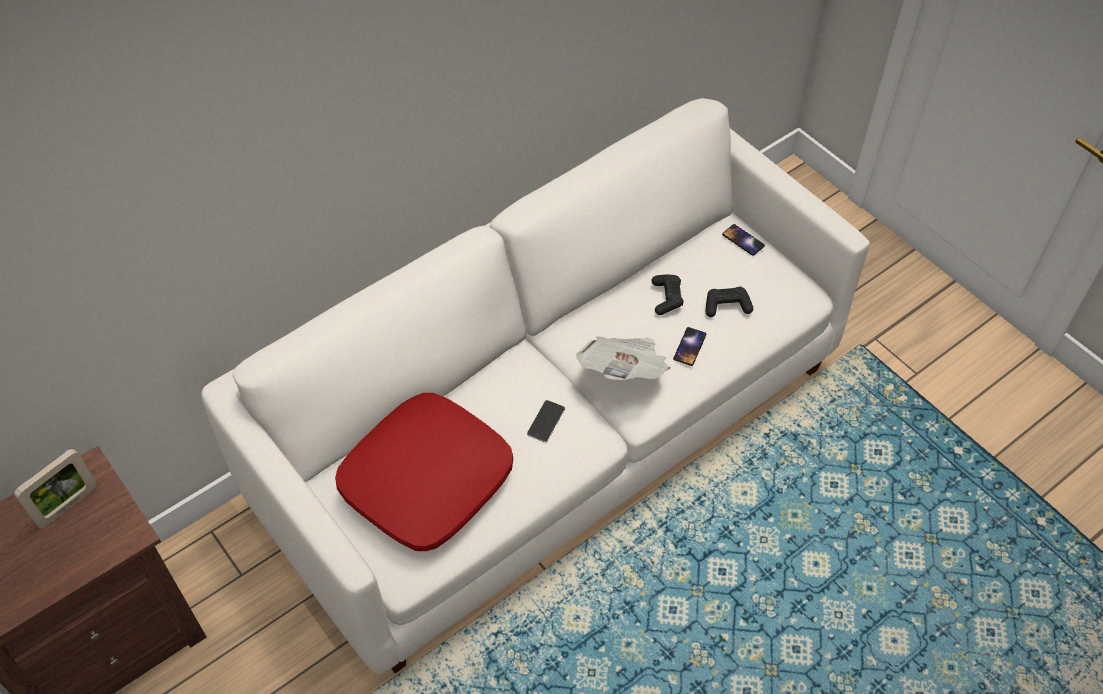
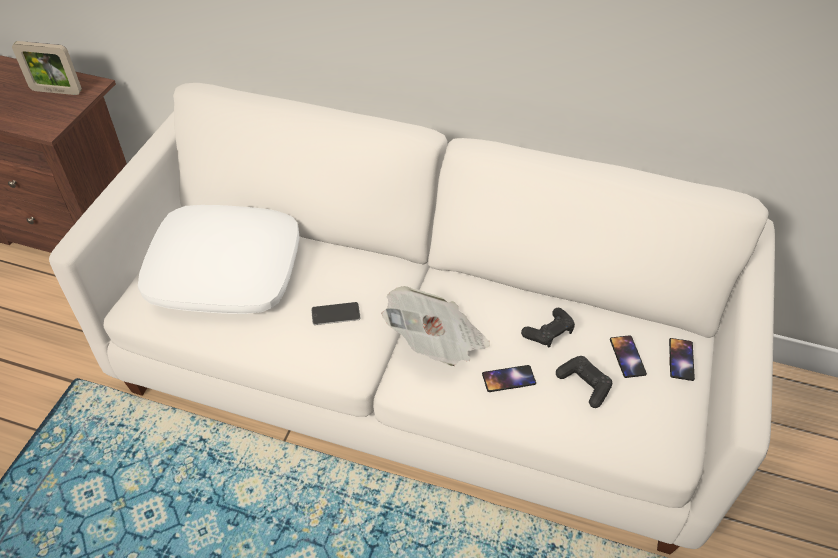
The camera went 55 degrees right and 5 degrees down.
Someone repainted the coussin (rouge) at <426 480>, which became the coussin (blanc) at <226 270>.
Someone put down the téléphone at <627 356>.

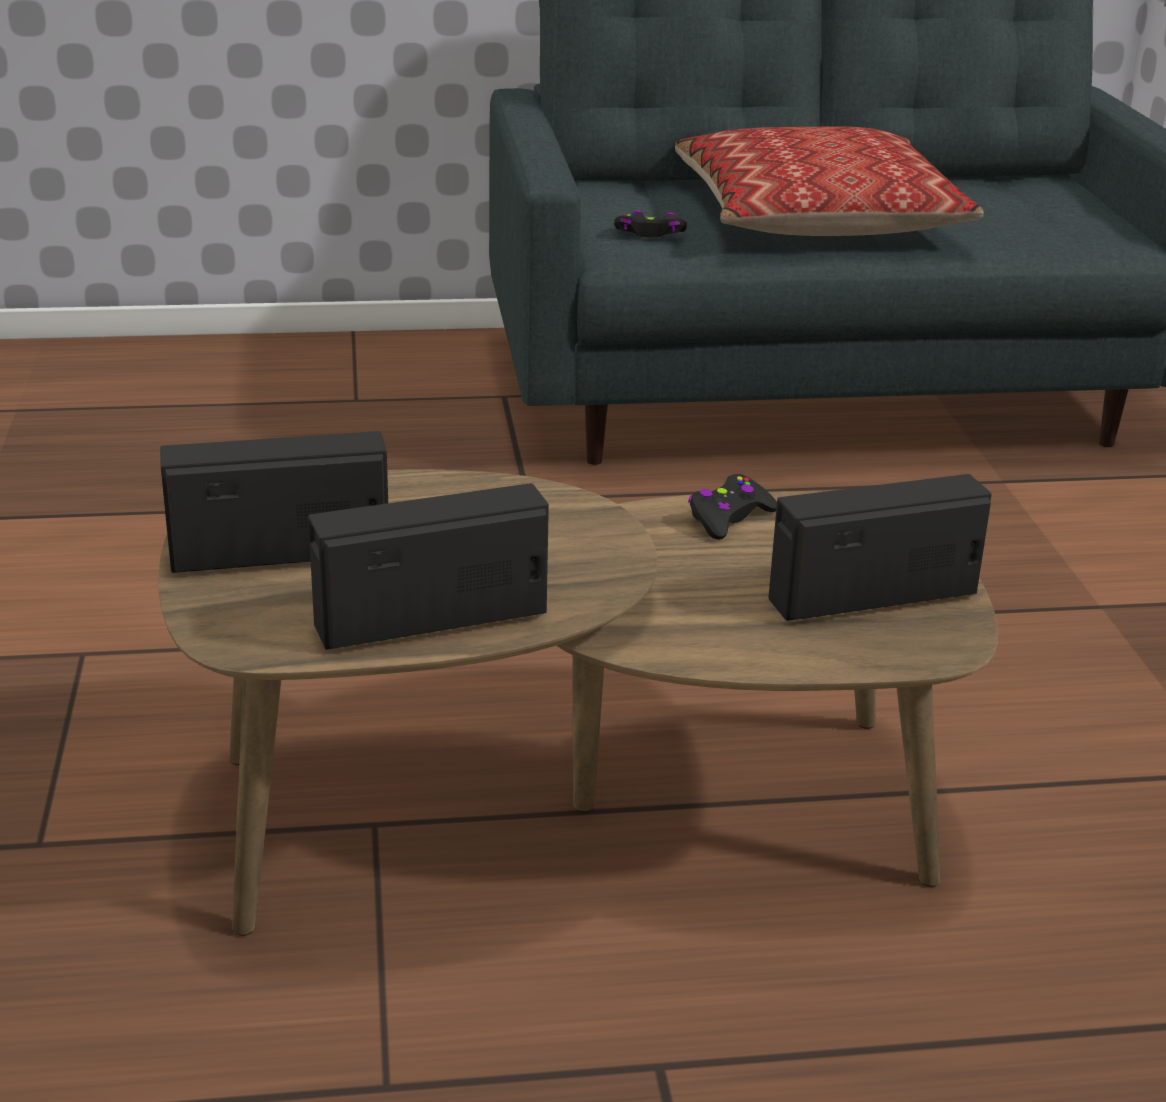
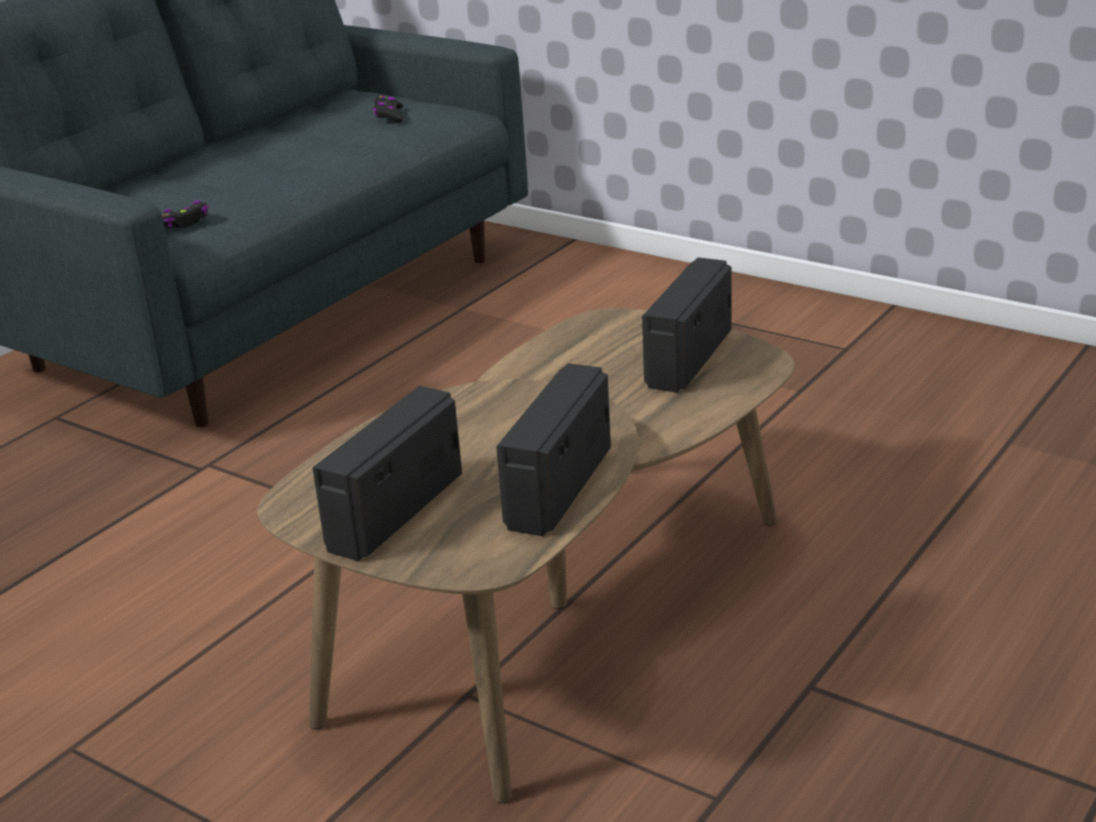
The camera went 45 degrees left and 0 degrees up.
Someone took away the coussin at <817 216>.
Someone carried the manette (noir) from <729 518> to <389 116>.

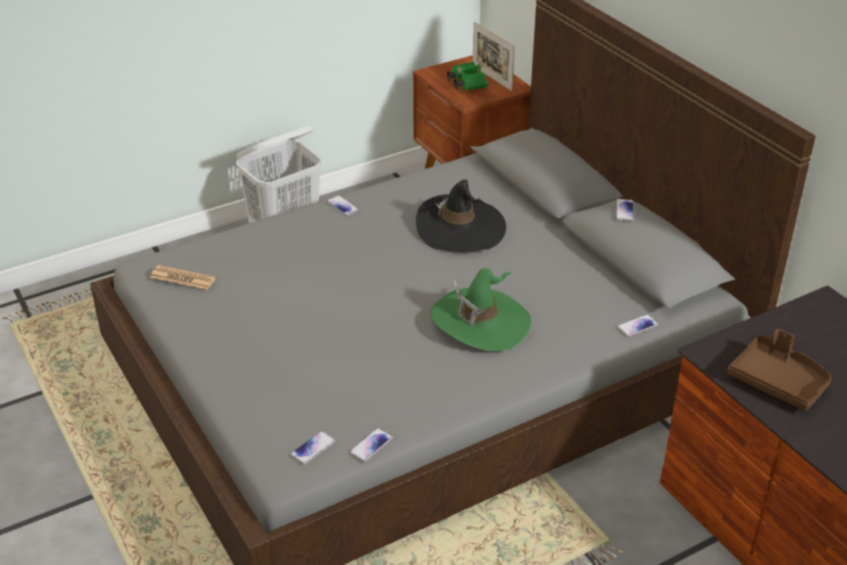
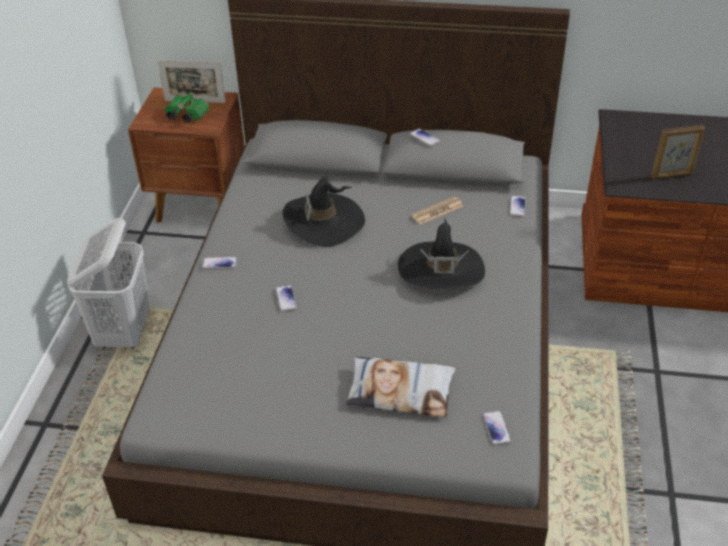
The camera went 50 degrees left and 5 degrees up.
Someone carried the journal from <183 278> to <437 211>.
Someone carried the téléphone from <371 445> to <286 298>.
Someone repainted the chapeau (vert) at <480 322>, which became the chapeau (noir) at <441 270>.
Someone swapped the plateau (marron) at <778 381> for the cadre photo at <672 175>.
Someone put down the coussin at <400 391>.

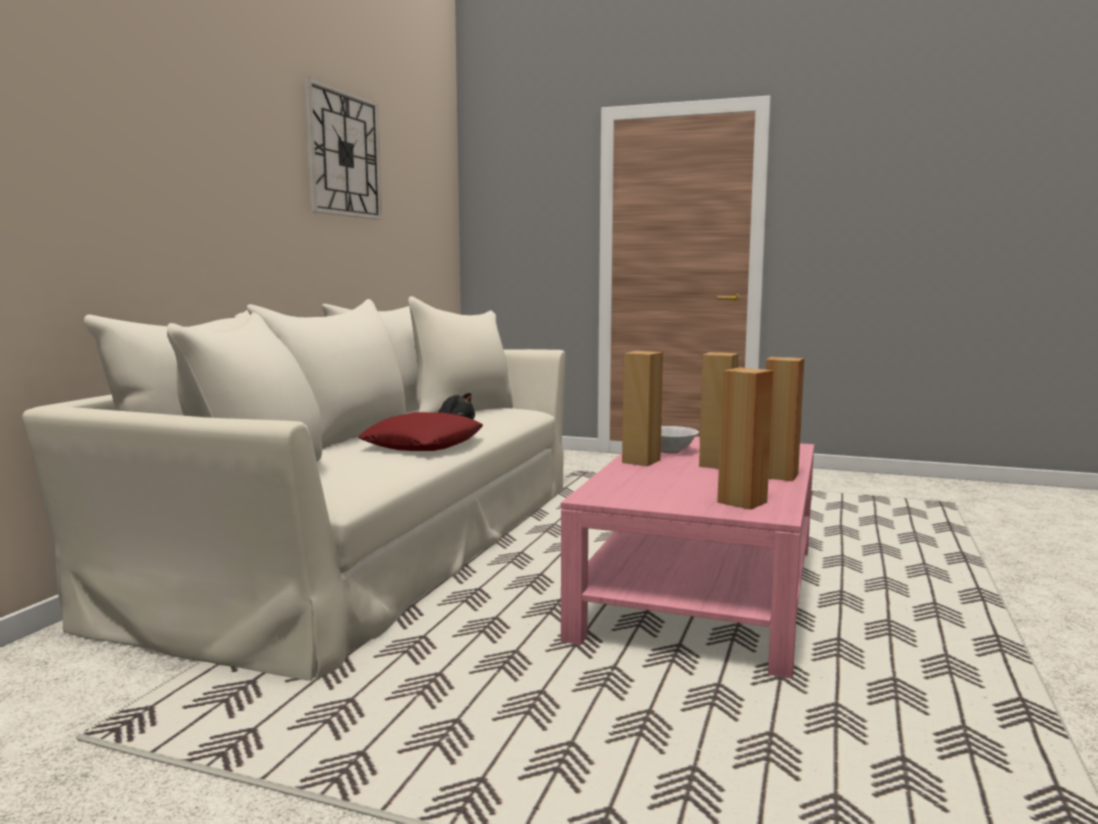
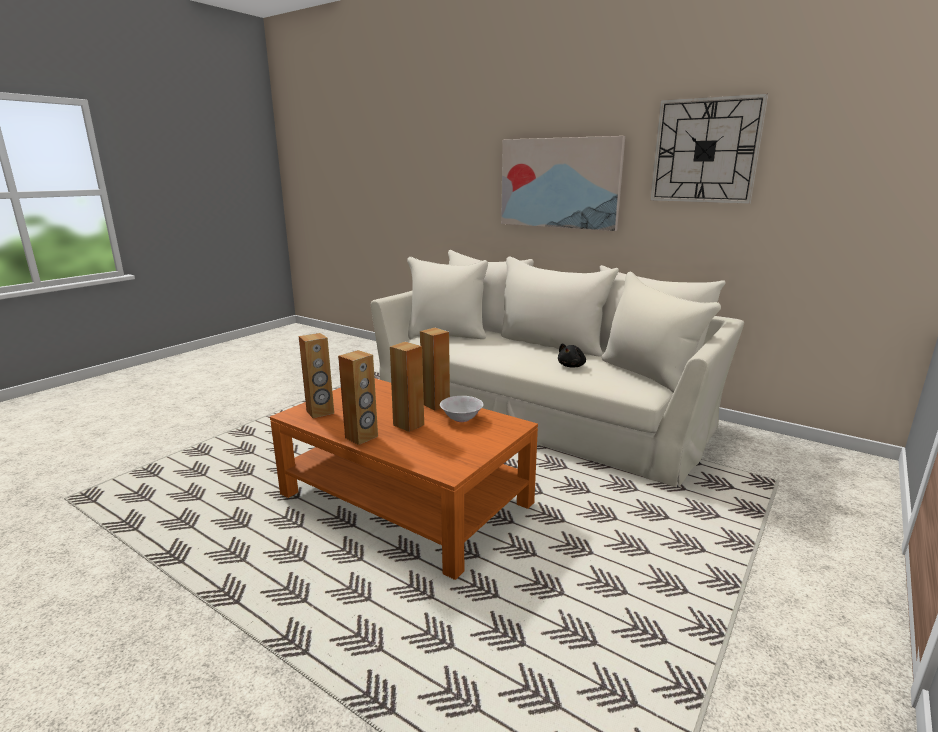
The camera went 105 degrees right and 10 degrees up.
Someone took away the coussin (rouge) at <423 444>.
Someone repainted the table basse (rose) at <701 590>, which became the table basse (orange) at <406 499>.
Someone put up the tableau at <559 183>.

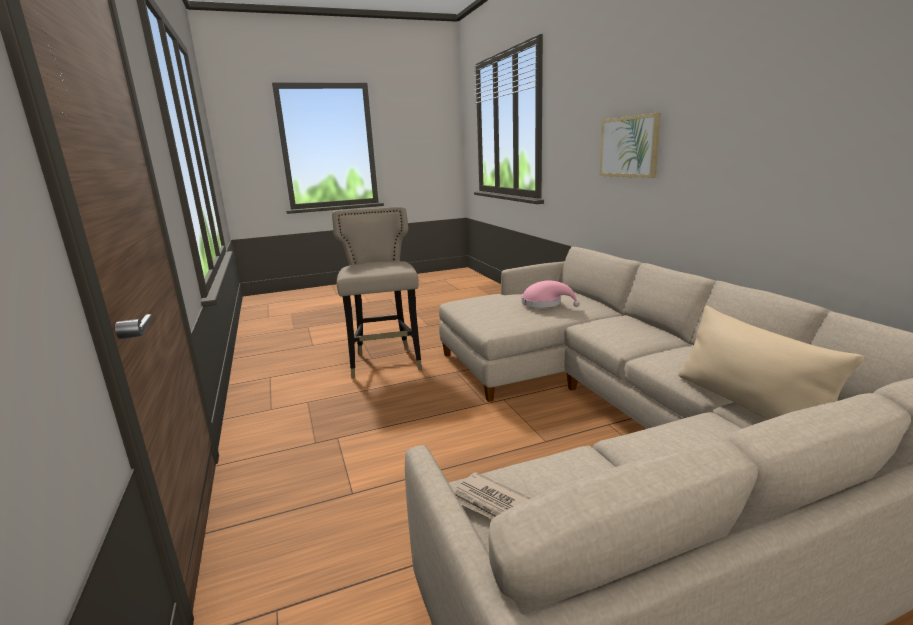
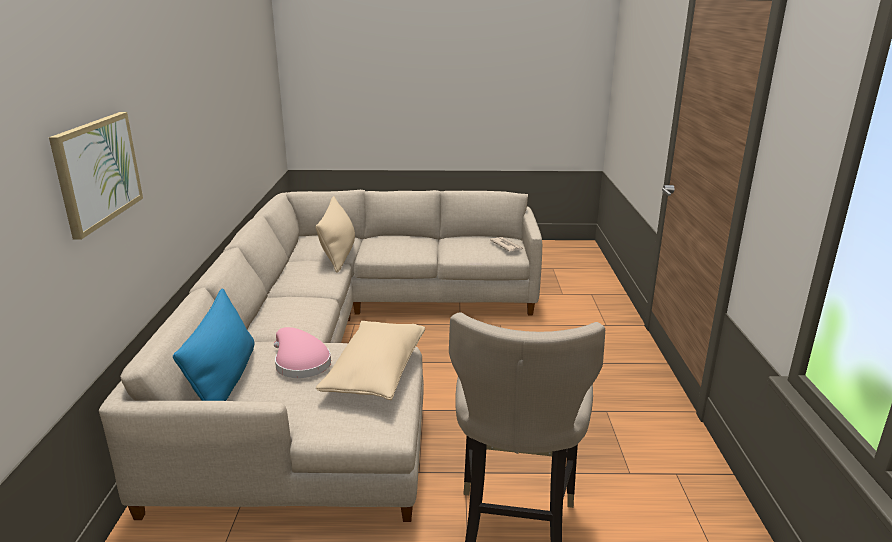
The camera went 160 degrees left and 5 degrees up.
Someone put down the coussin (bleu) at <225 380>.
Someone put down the coussin (beige) at <375 373>.

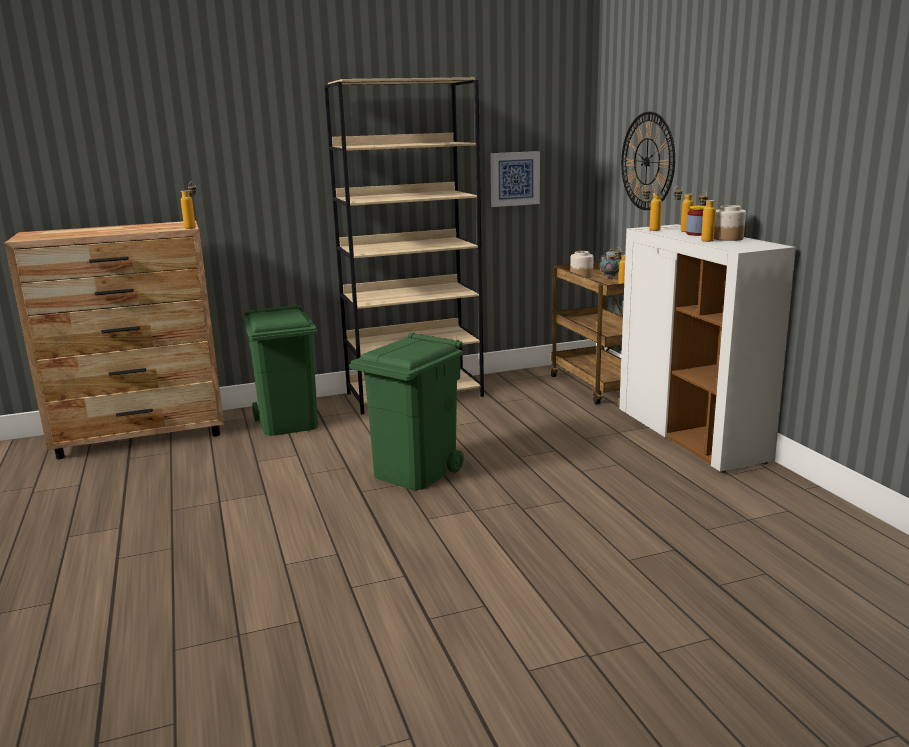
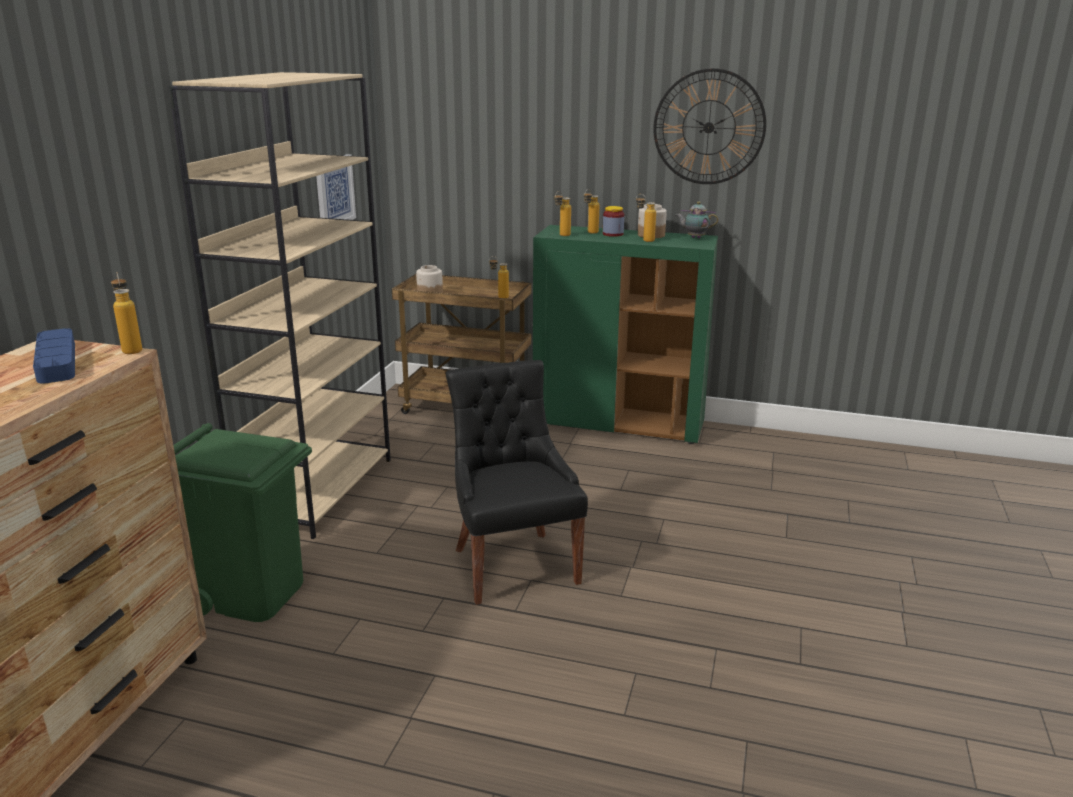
The camera went 55 degrees left and 5 degrees up.
Someone swapped the poubelle (vert) at <414 472> for the chaise (noir) at <513 564>.
Someone carried the théière from <609 278> to <694 237>.
Someone repainted the meuble de rangement (blanc) at <691 436>, which became the meuble de rangement (vert) at <619 424>.
Someone carried the horloge murale from <647 161> to <708 127>.
Someone put down the plateau (bleu) at <56 361>.

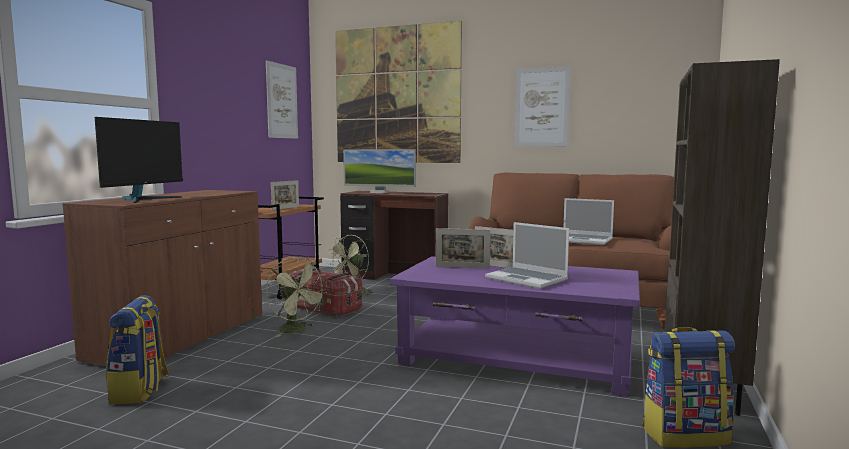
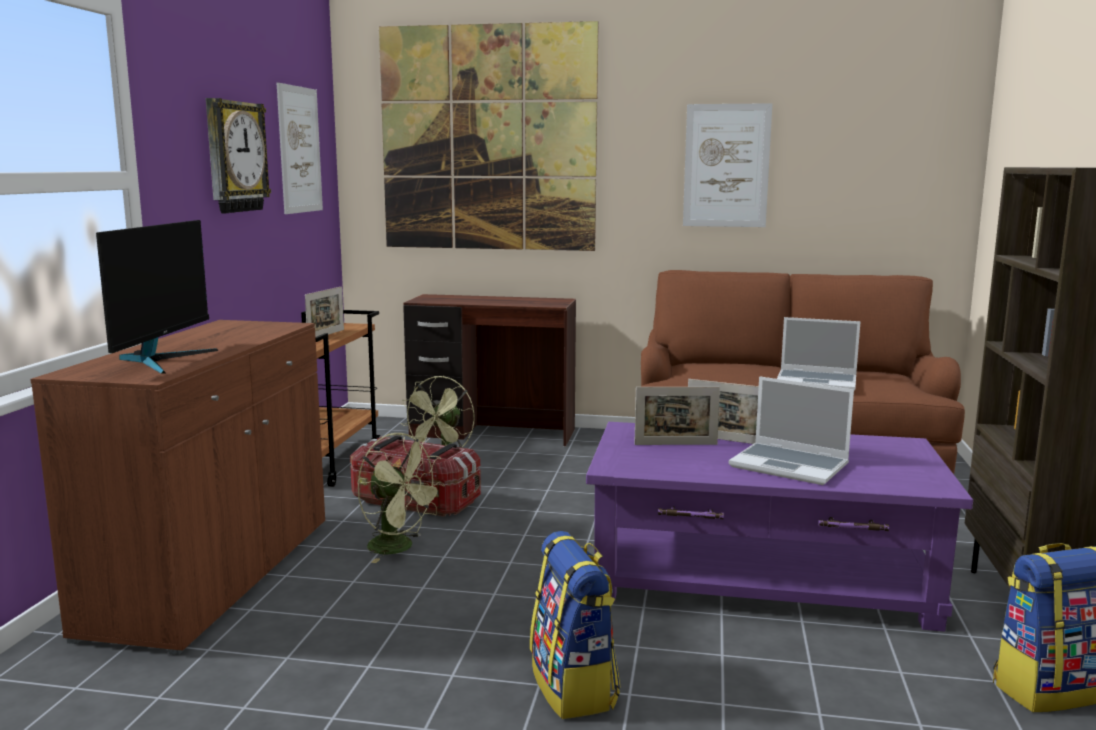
The camera went 10 degrees left and 5 degrees up.
Someone carried the sac à dos from <140 391> to <575 688>.
Someone took away the écran d'ordinateur at <379 192>.
Someone put up the horloge murale at <234 157>.

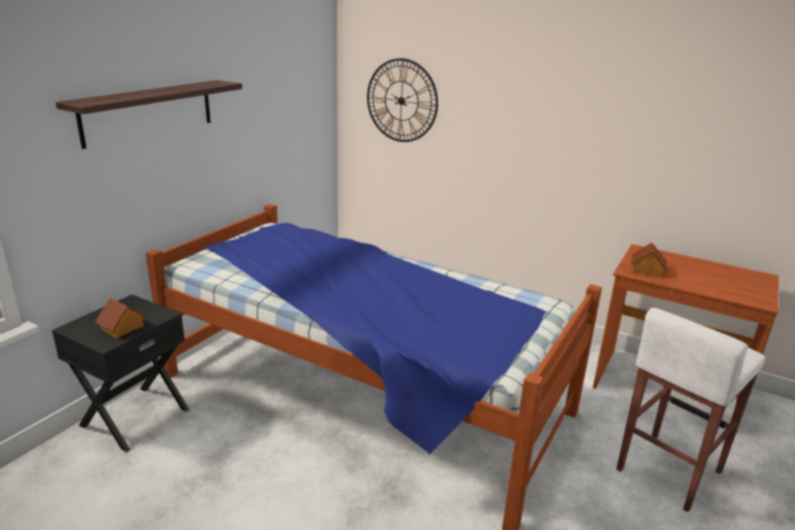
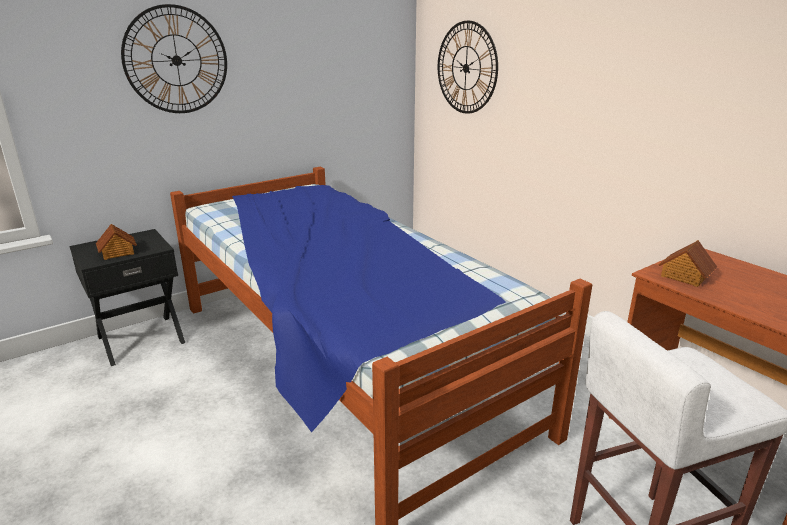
The camera went 25 degrees right and 0 degrees up.
Someone swapped the étagère at <149 112> for the horloge murale at <176 60>.

